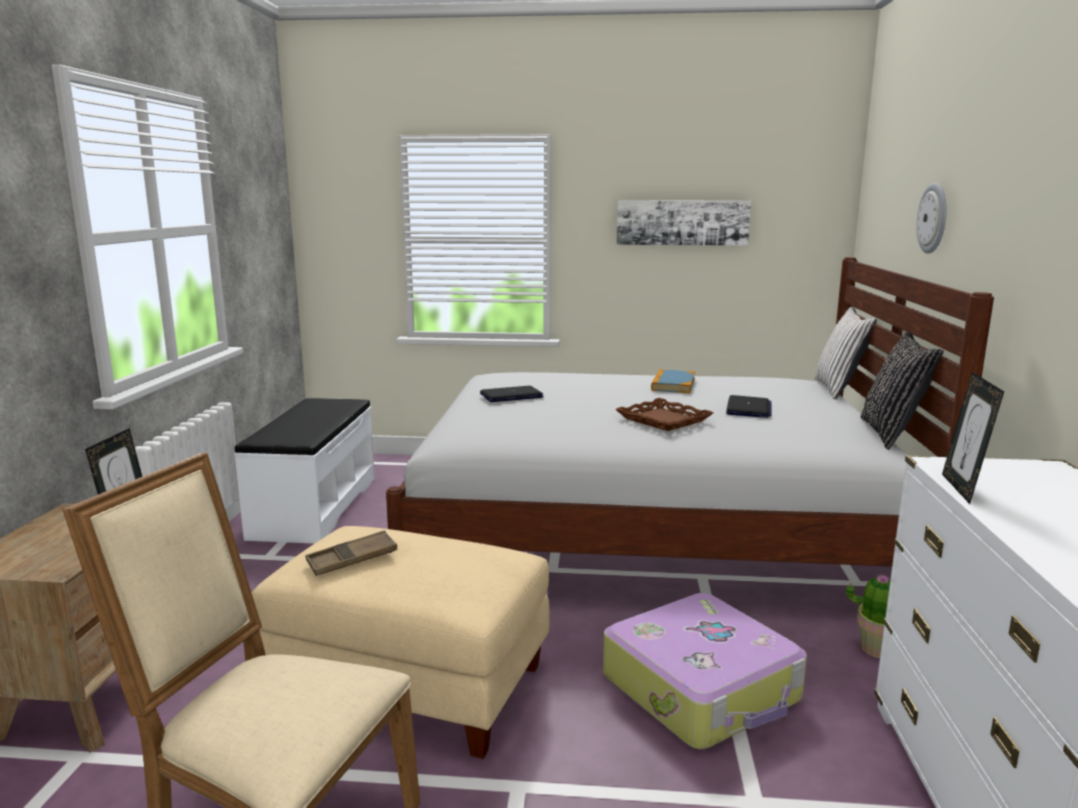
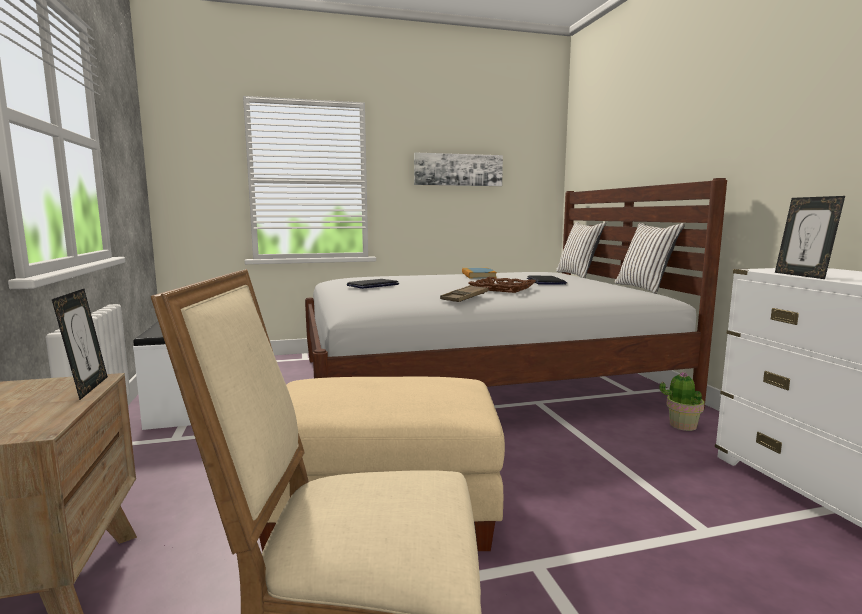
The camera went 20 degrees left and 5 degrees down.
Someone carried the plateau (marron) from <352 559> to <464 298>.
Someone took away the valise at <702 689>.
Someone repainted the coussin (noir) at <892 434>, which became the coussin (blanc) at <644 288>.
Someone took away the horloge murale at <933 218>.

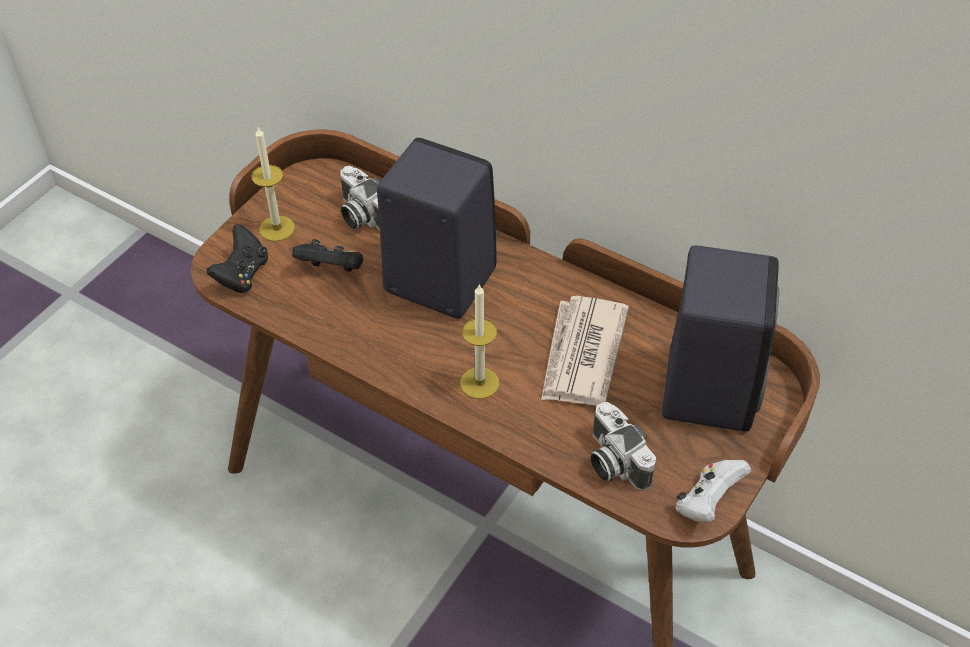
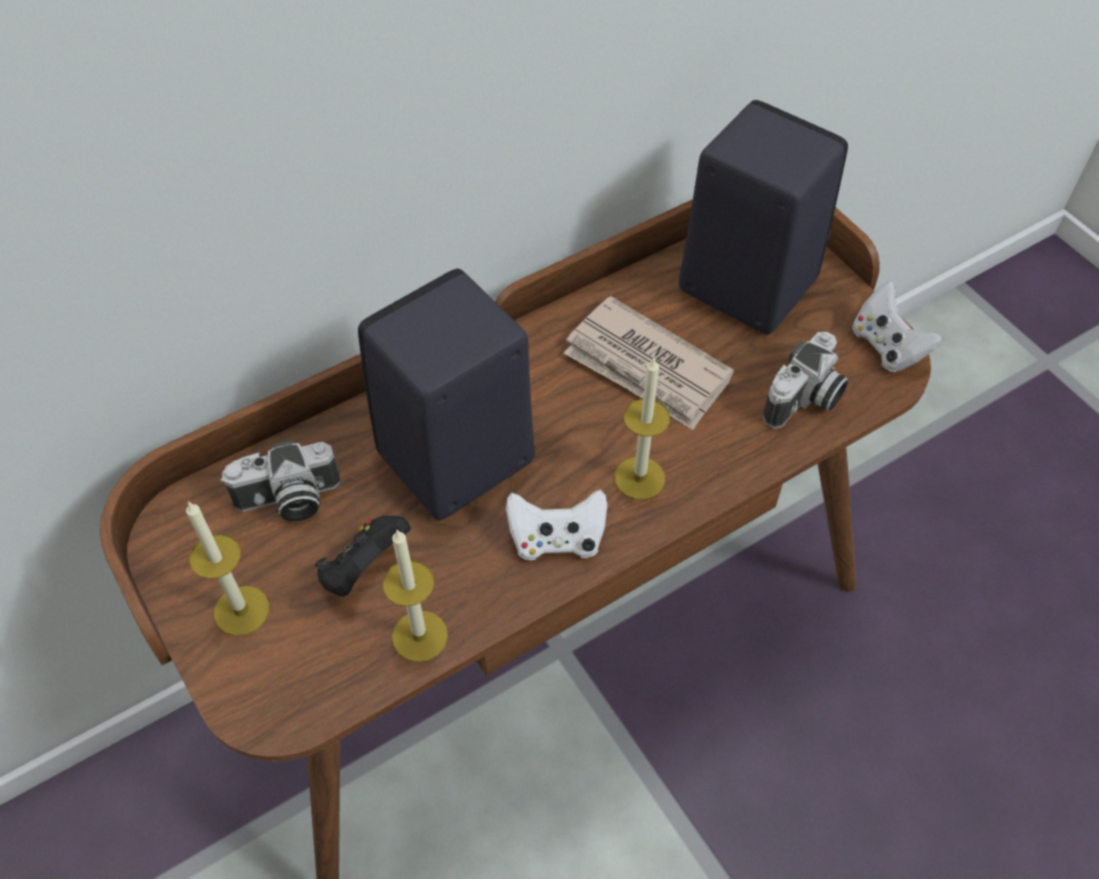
The camera went 65 degrees left and 5 degrees up.
Someone took away the manette (noir) at <242 274>.
Someone rotated the appareil photo at <613 461> by 45 degrees counterclockwise.
Someone put down the bougie at <420 636>.
Someone put down the manette (blanc) at <557 539>.

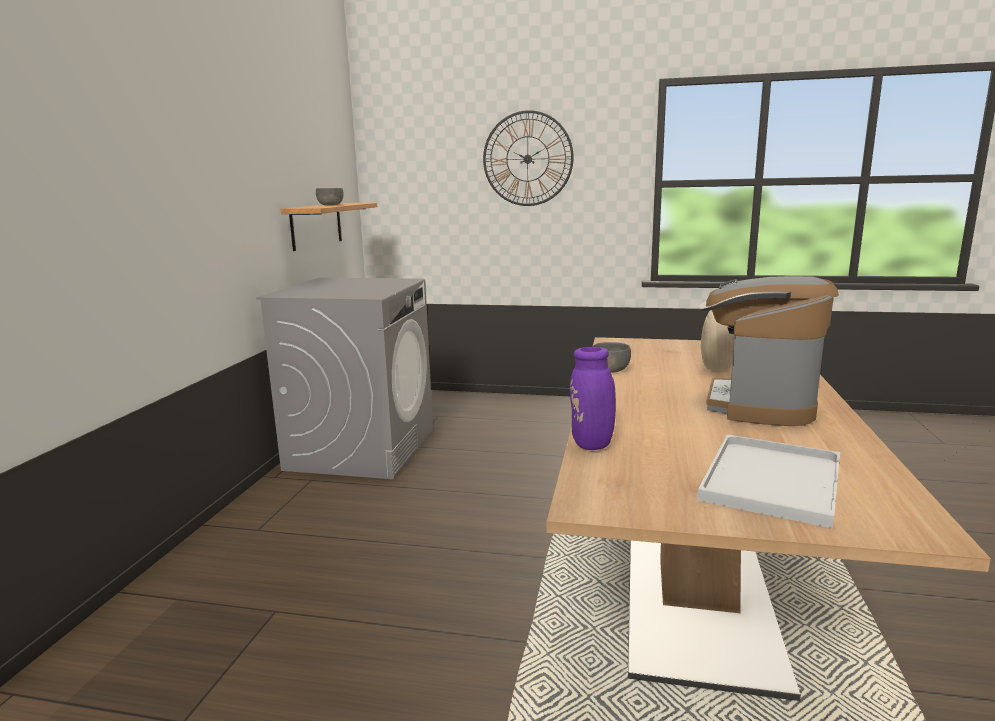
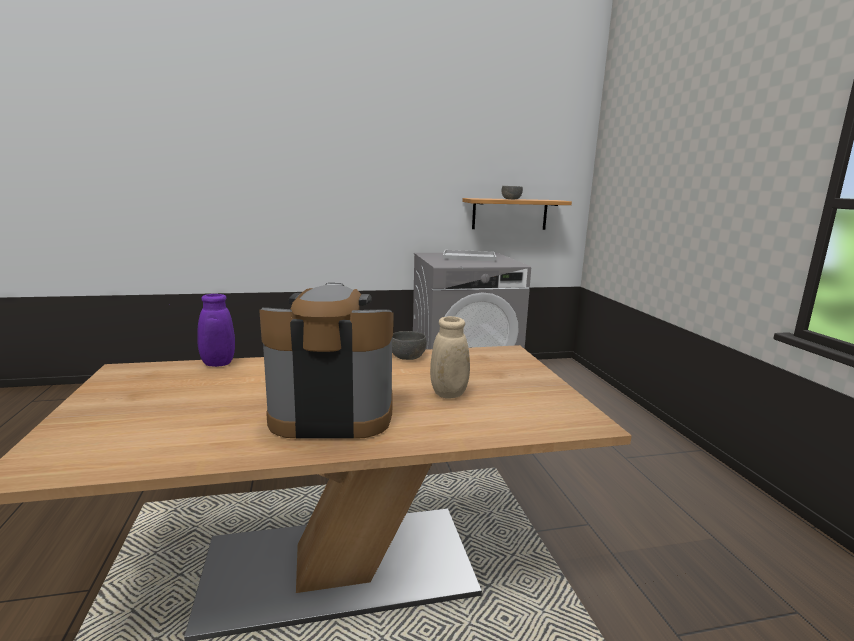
The camera went 65 degrees right and 0 degrees up.
Someone took away the horloge murale at <527 159>.
Someone carried the plateau (blanc) from <770 478> to <470 257>.

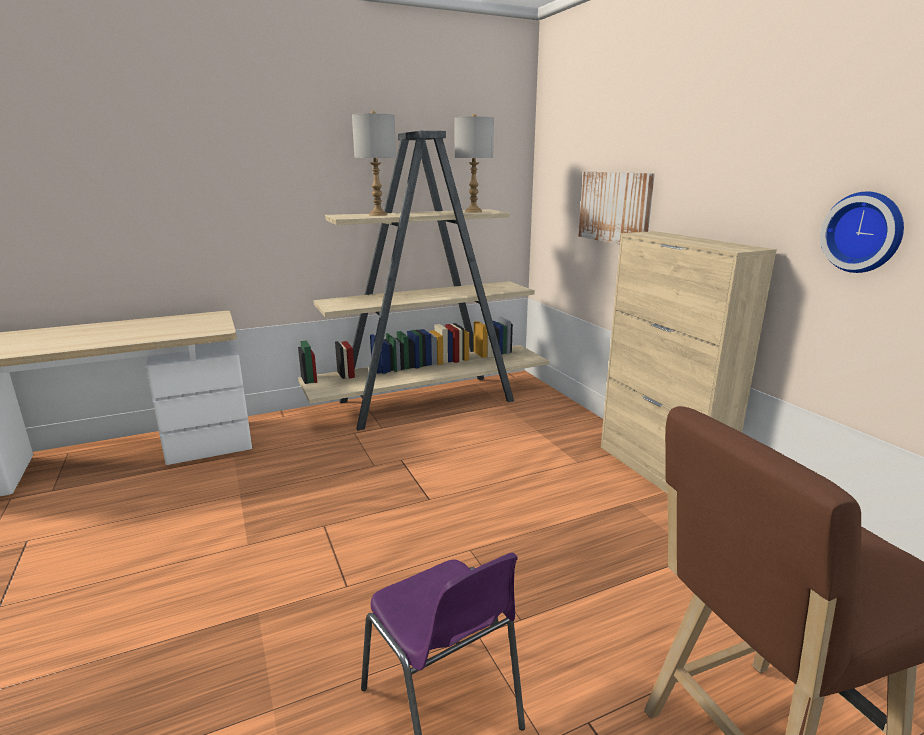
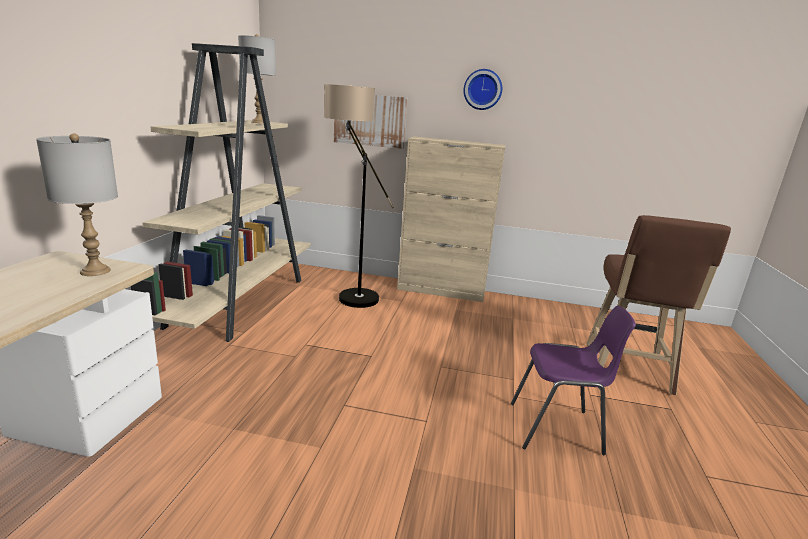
The camera went 55 degrees left and 0 degrees up.
Someone carried the lampe de table (gris) from <378 214> to <95 271>.
Someone carried the horloge murale from <864 232> to <483 89>.
Someone put down the lampadaire at <350 293>.

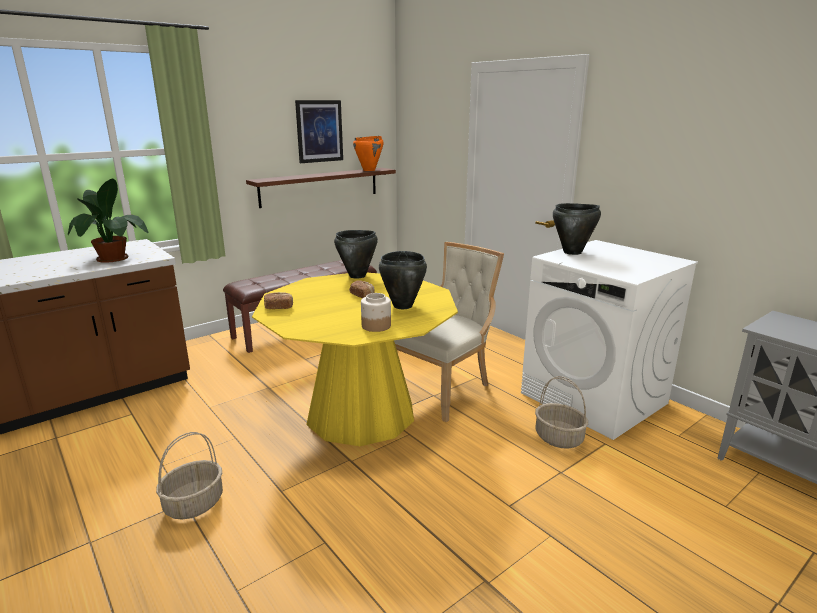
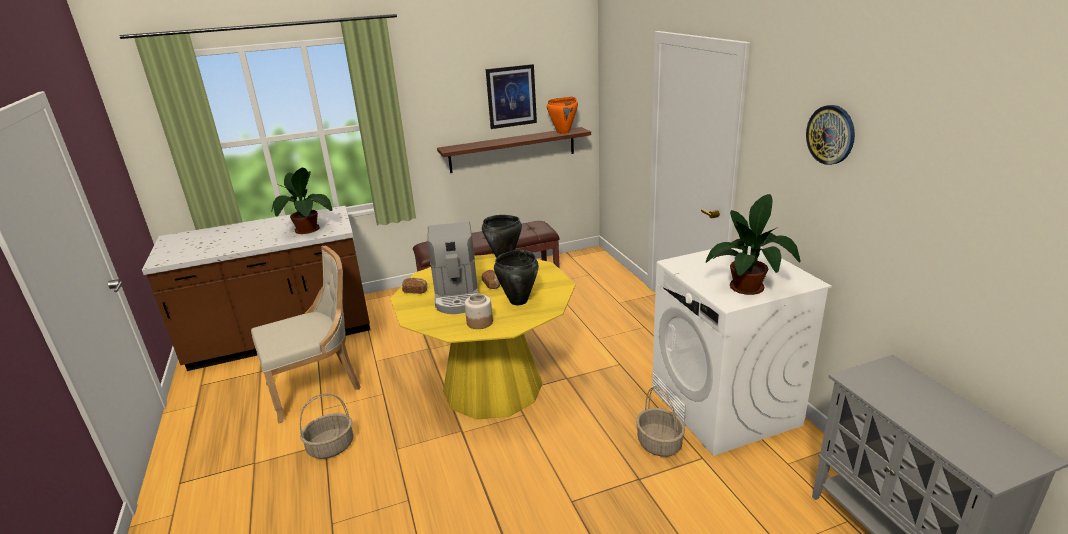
The camera went 20 degrees right and 5 degrees up.
Someone carried the chaise (beige) from <443 389> to <318 387>.
Someone took away the marmite (noir) at <572 252>.
Someone put down the machine à café at <457 296>.
Someone put down the plante en pot at <749 286>.
Someone put up the horloge murale at <831 134>.

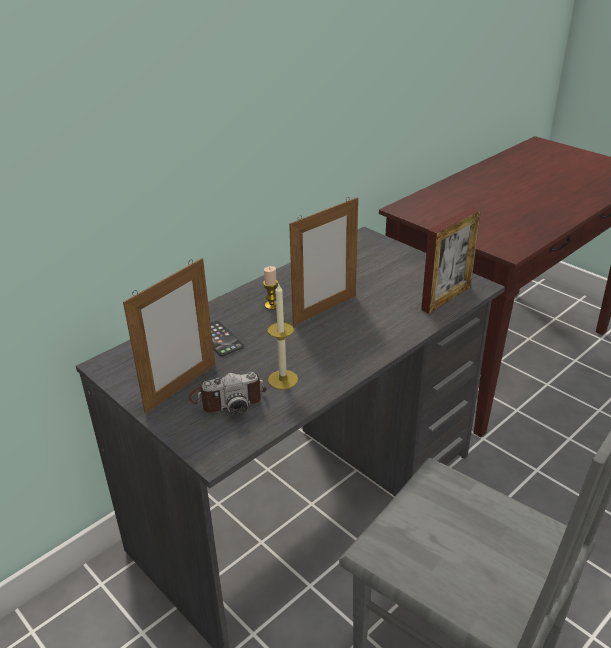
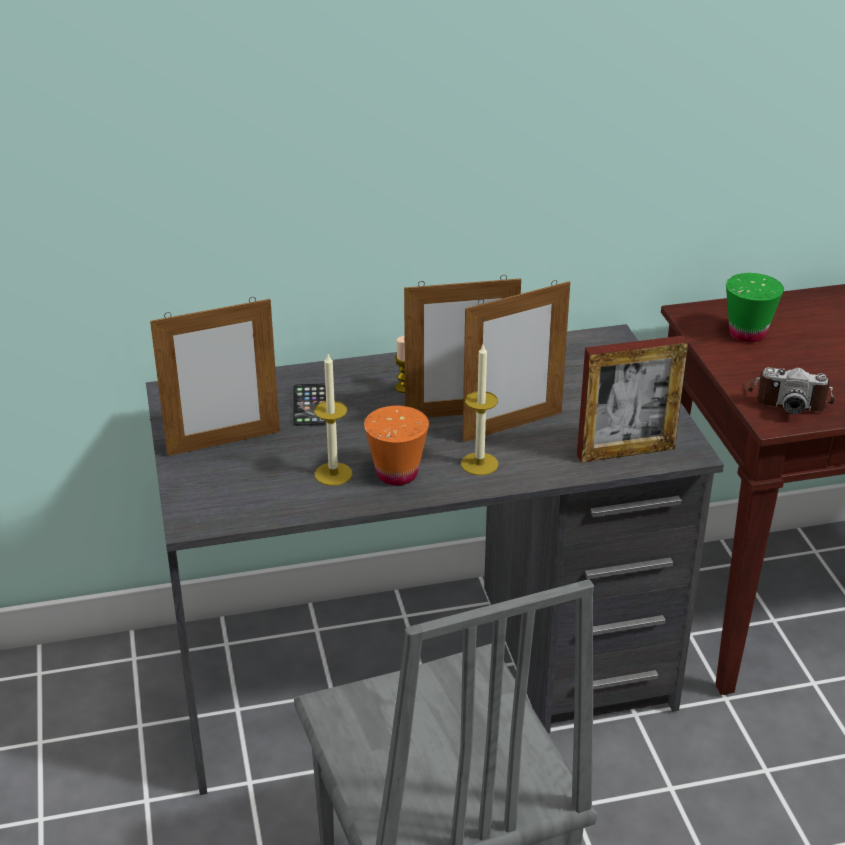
The camera went 30 degrees right and 0 degrees up.
Someone carried the appareil photo from <227 398> to <787 398>.
Someone put down the tasse (orange) at <397 474>.
Someone put down the bougie at <479 464>.
Someone put down the cadre photo at <512 426>.
Someone put down the tasse (vert) at <747 333>.

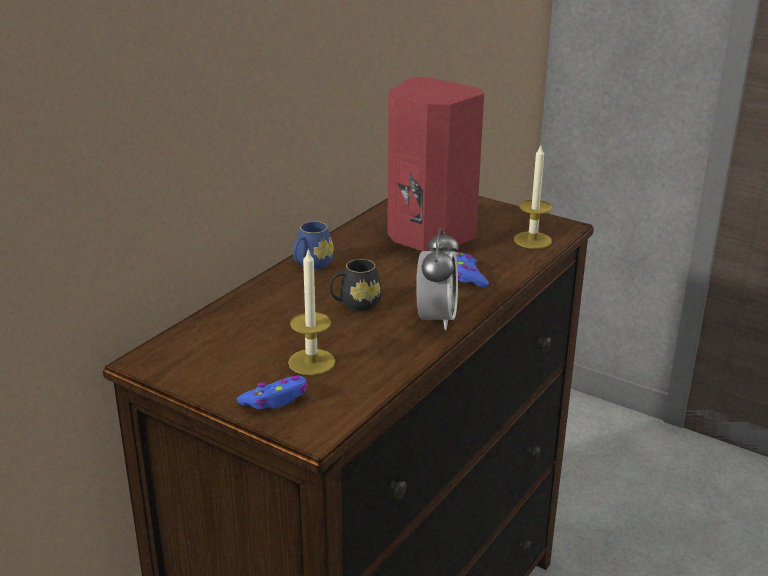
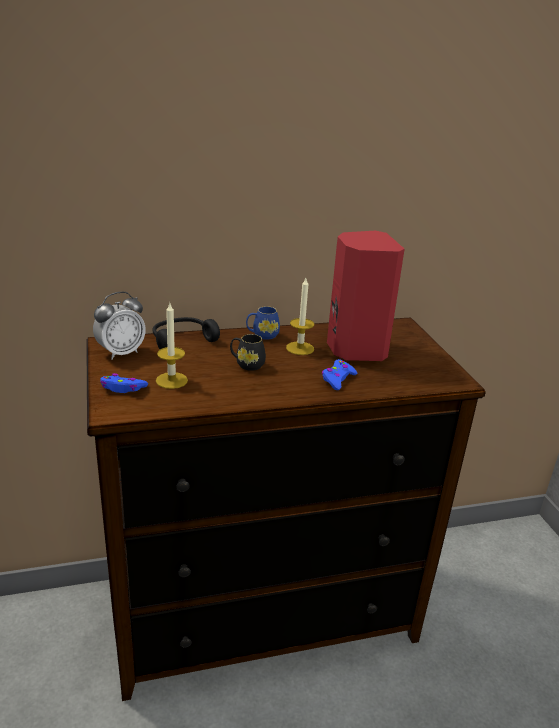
The camera went 40 degrees right and 0 degrees up.
Someone carried the réveil from <436 319> to <121 353>.
Someone carried the bougie from <532 240> to <300 348>.
Someone put down the casque audio (noir) at <182 340>.

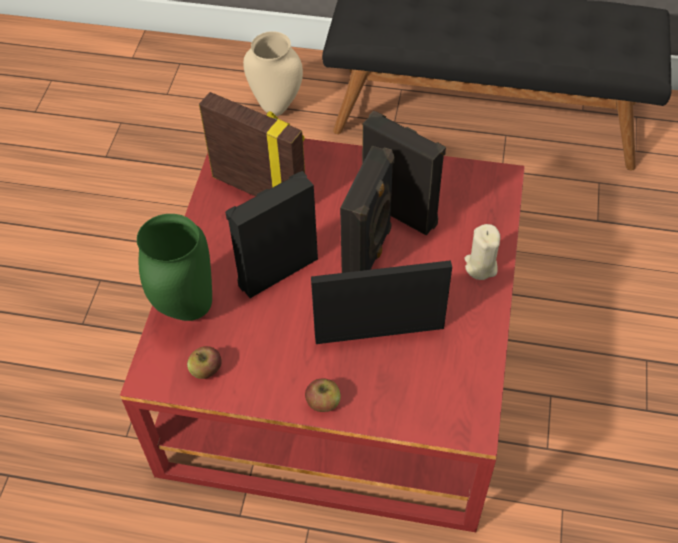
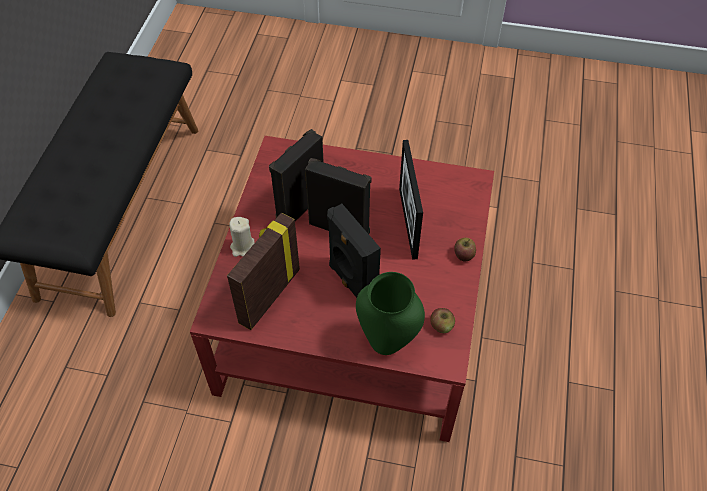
The camera went 90 degrees left and 0 degrees up.
Someone took away the vase (beige) at <276 109>.
Someone carried the bougie (beige) from <480 266> to <243 247>.

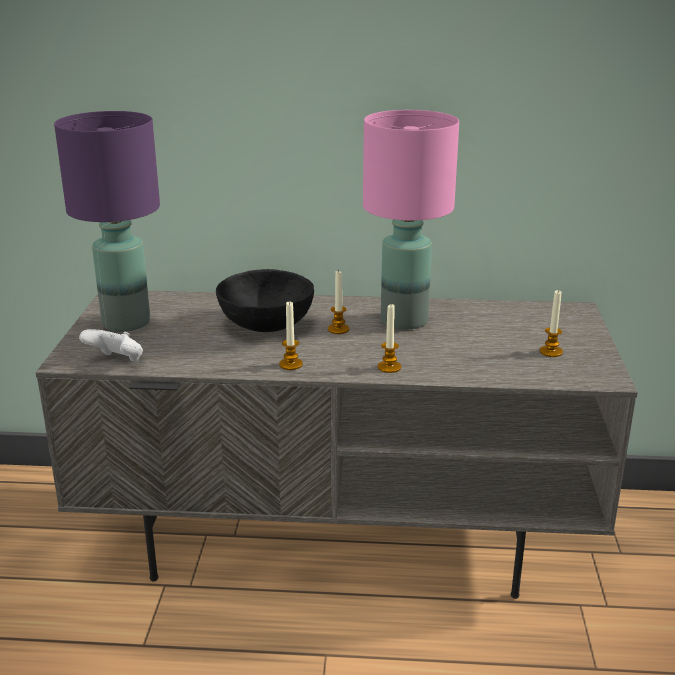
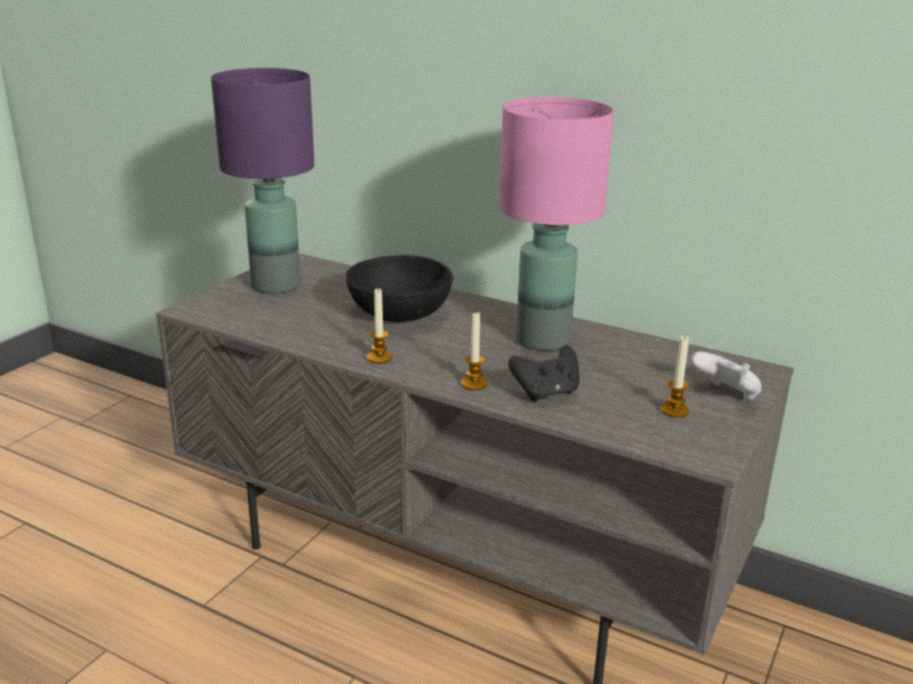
The camera went 25 degrees right and 0 degrees up.
Someone carried the manette (blanc) from <117 362> to <726 395>.
Someone took away the bougie at <338 329>.
Someone put down the manette (noir) at <546 393>.

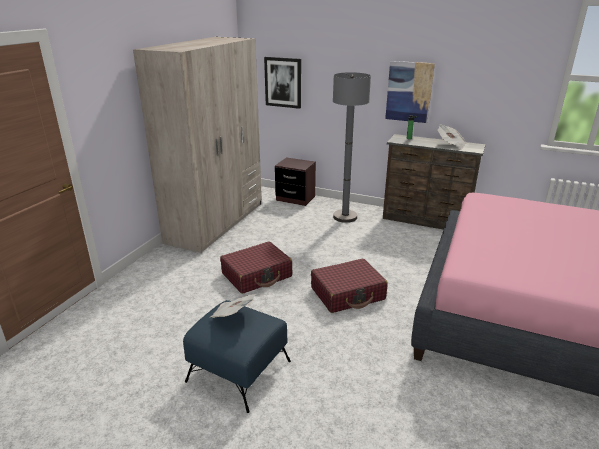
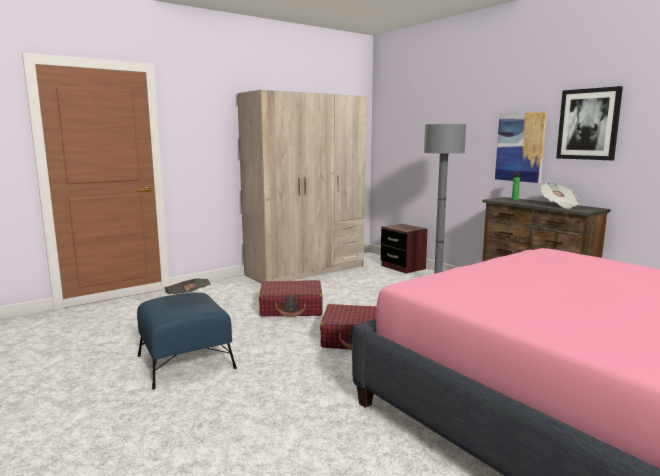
The camera went 30 degrees right and 15 degrees down.
Someone carried the tableau from <283 82> to <588 124>.

